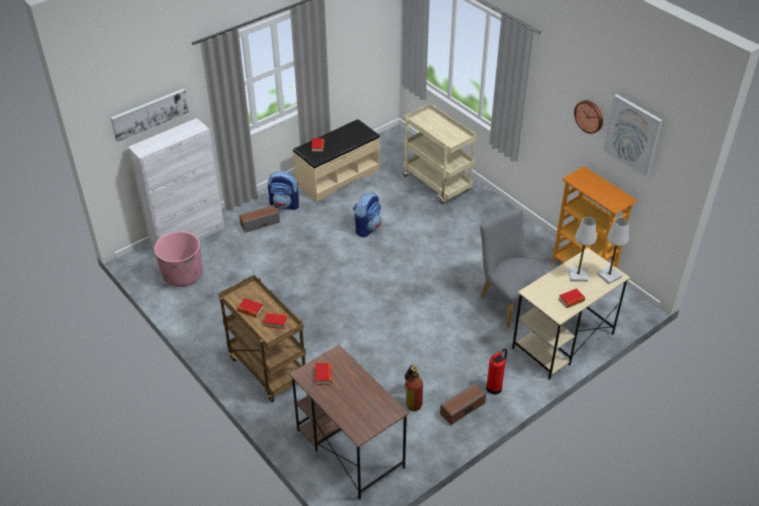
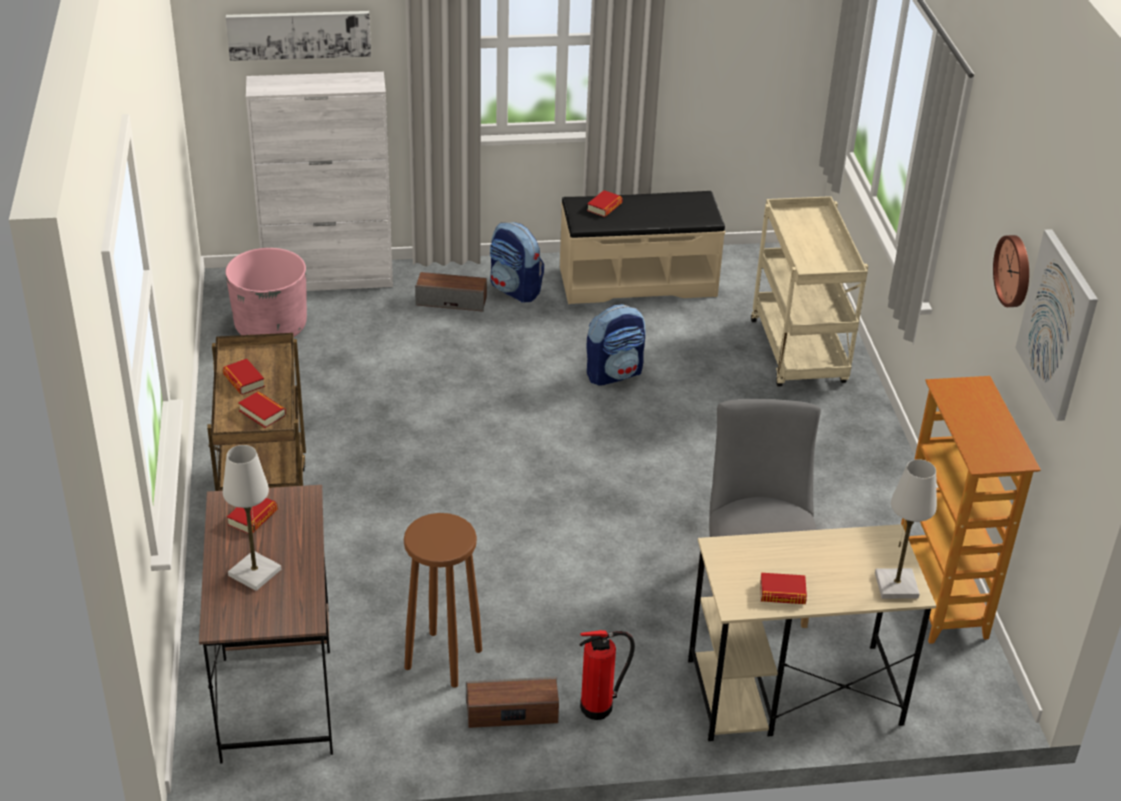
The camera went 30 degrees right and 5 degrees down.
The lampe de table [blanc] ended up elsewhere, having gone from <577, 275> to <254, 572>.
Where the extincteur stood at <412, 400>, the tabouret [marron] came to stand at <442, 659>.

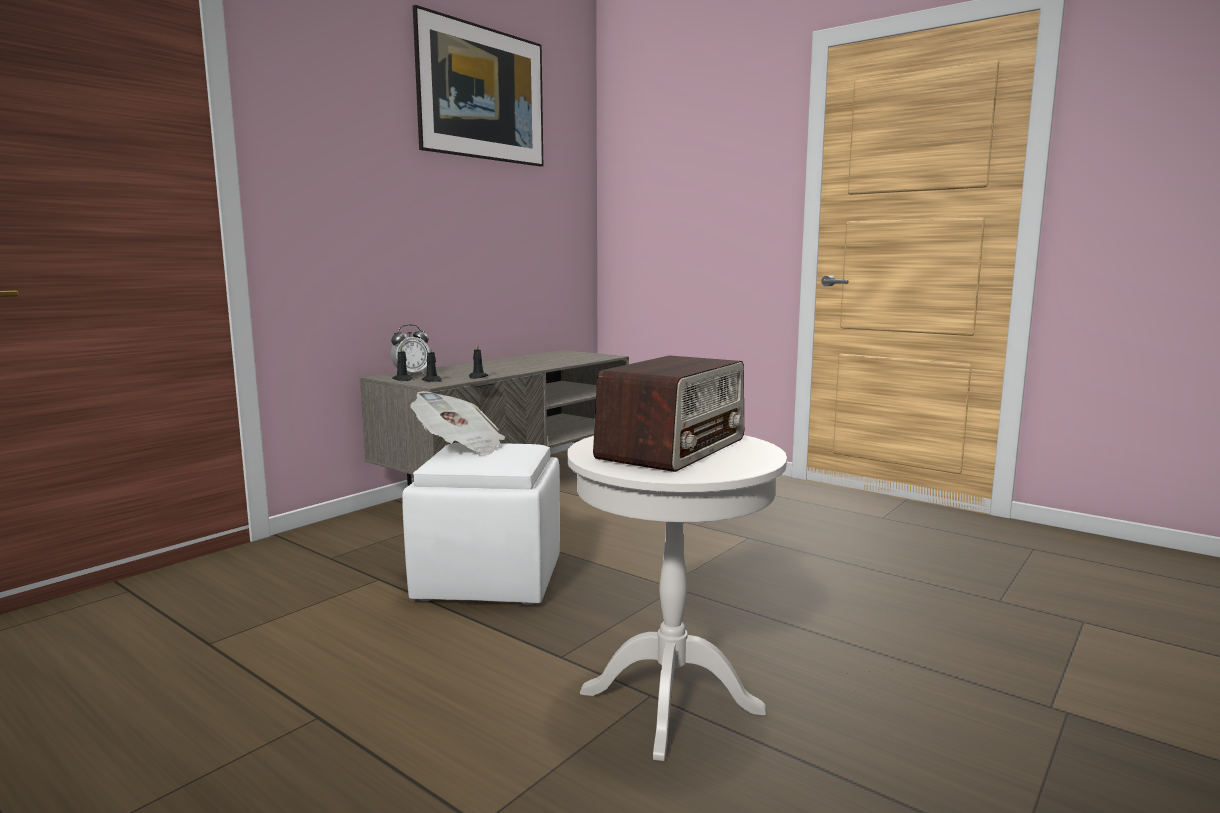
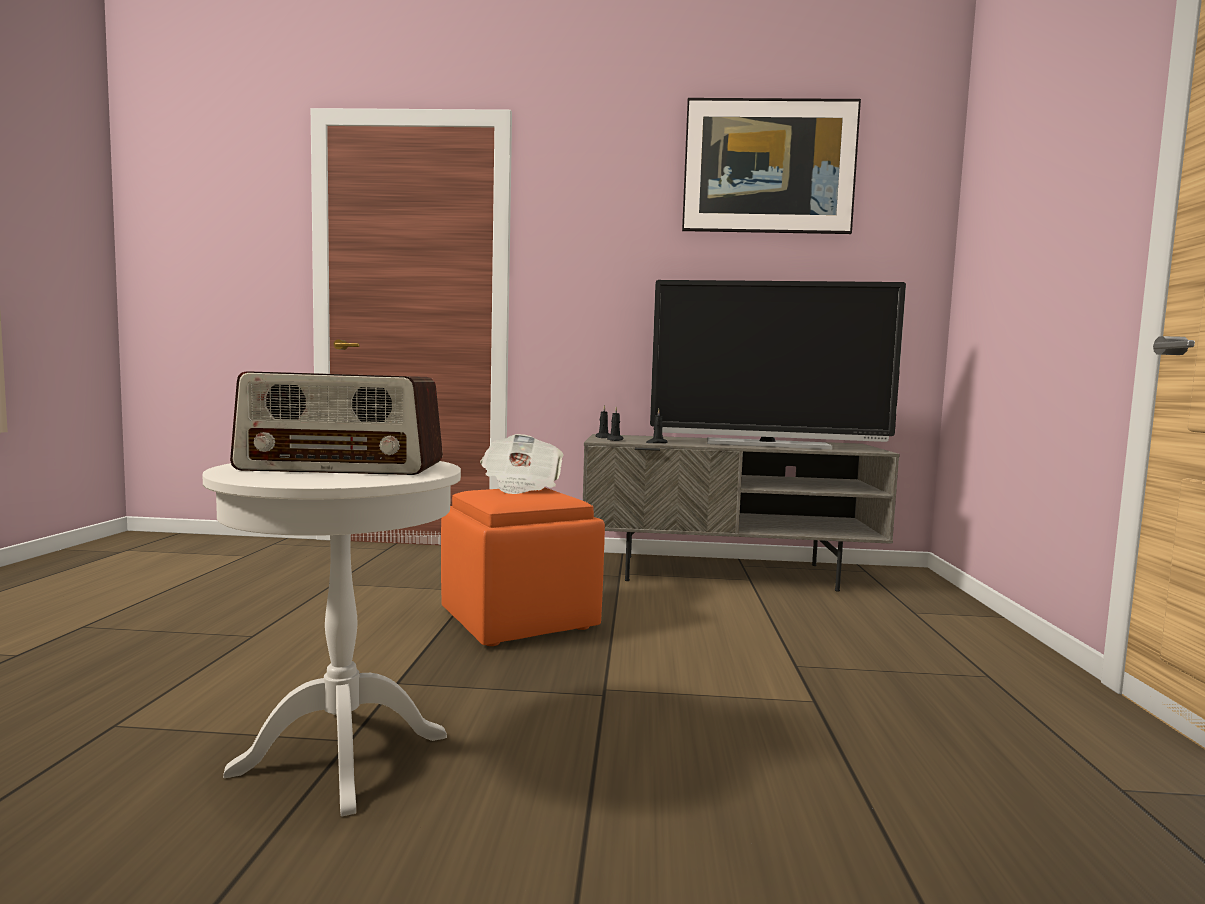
The camera went 55 degrees right and 5 degrees down.
The second view lost the réveil at <411, 374>.
What was the pouf [blanc] at <491, 578> turned into the pouf [orange] at <520, 619>.
The second view gained the téléviseur at <767, 445>.

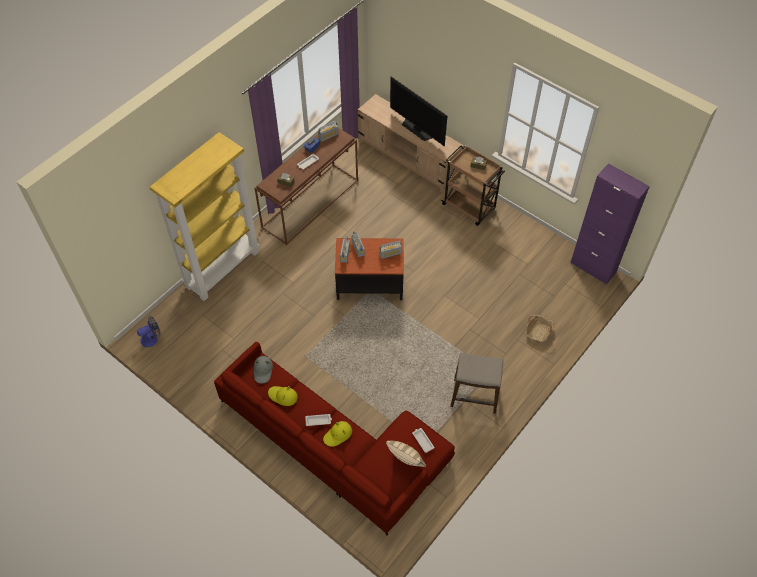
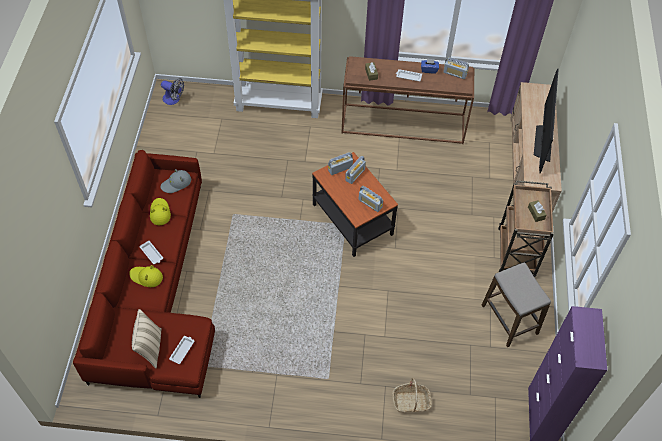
The camera went 55 degrees right and 0 degrees up.
The tabouret ended up elsewhere, having gone from <474, 396> to <509, 320>.

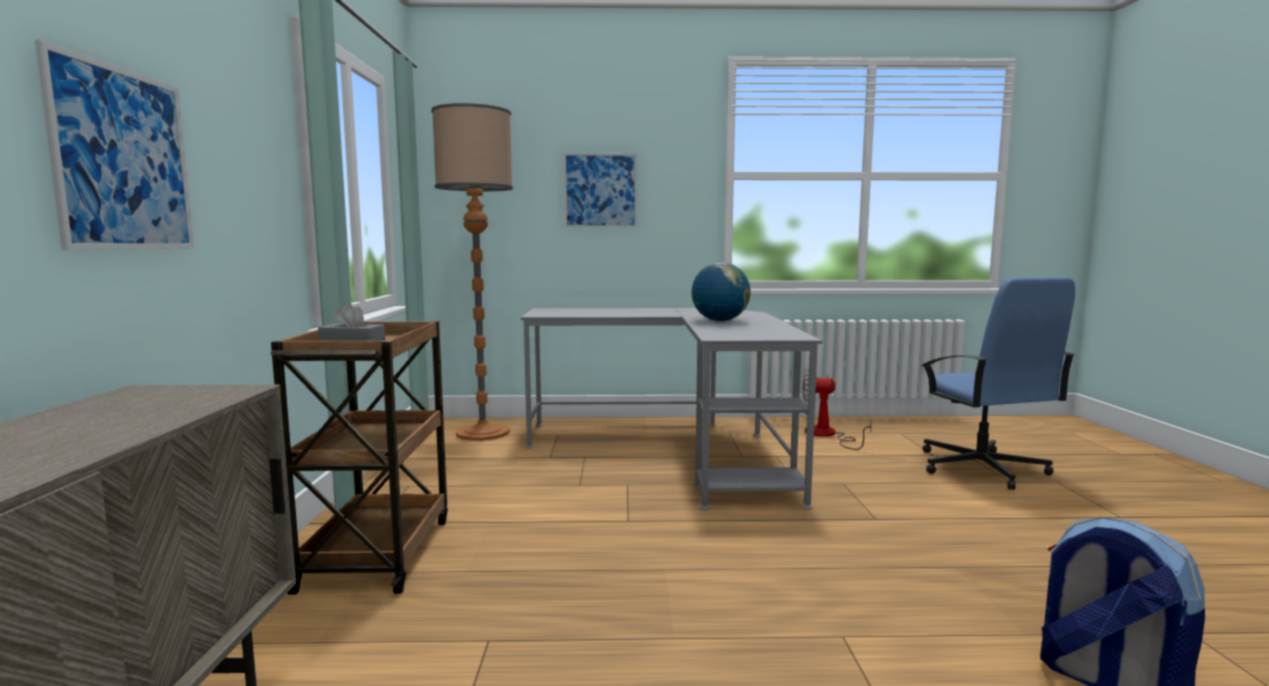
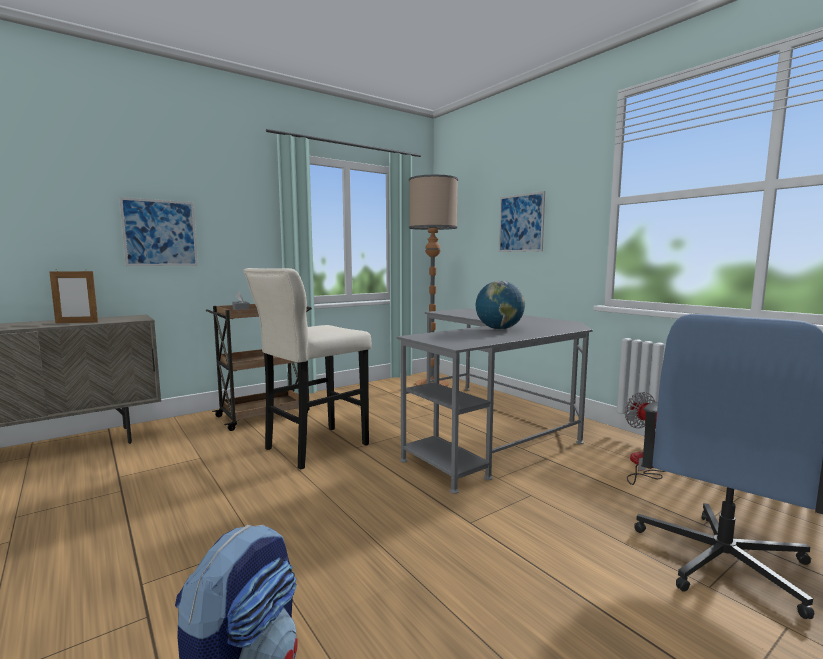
The camera went 55 degrees right and 0 degrees up.
The second view gained the tabouret [beige] at <312, 448>.
The second view gained the cadre photo at <77, 322>.

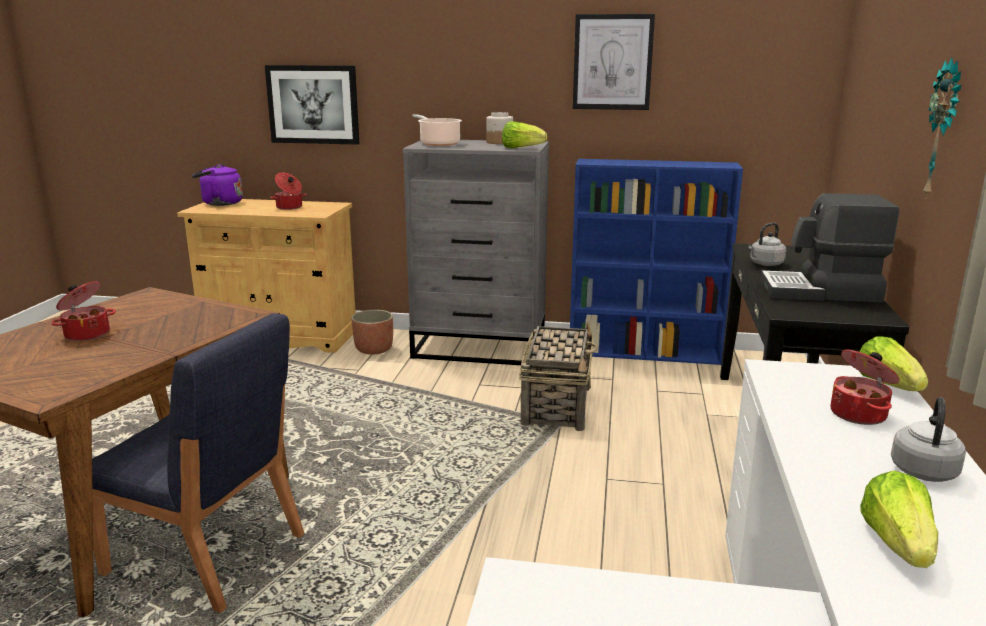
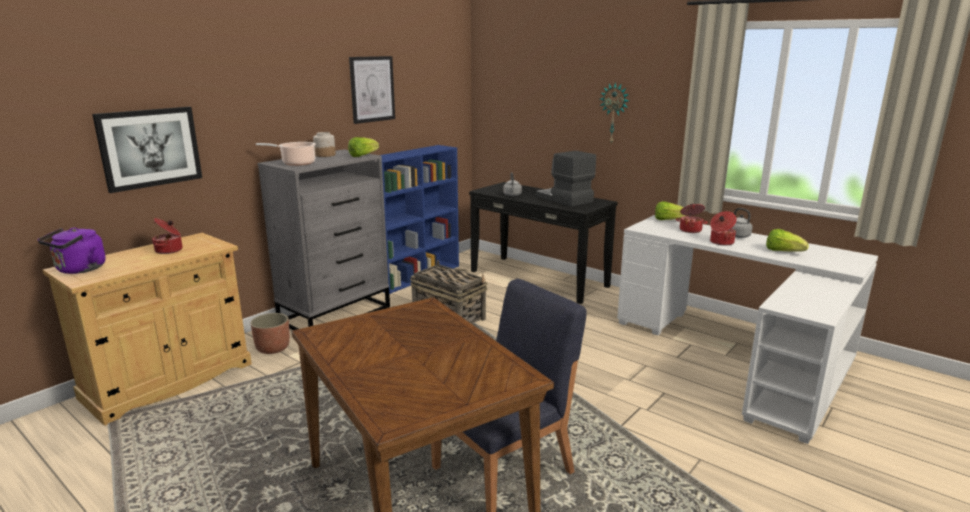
The camera went 60 degrees left and 0 degrees up.
The machine à café at <821, 292> ended up facing another way, 105 degrees clockwise from before.
The marmite ended up elsewhere, having gone from <87, 334> to <721, 242>.

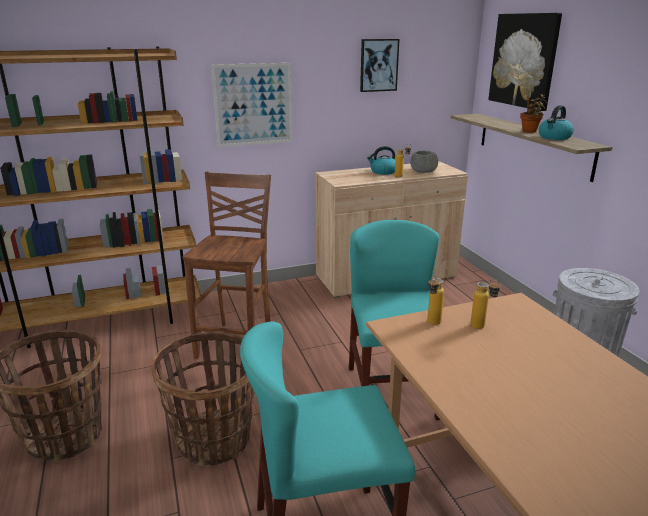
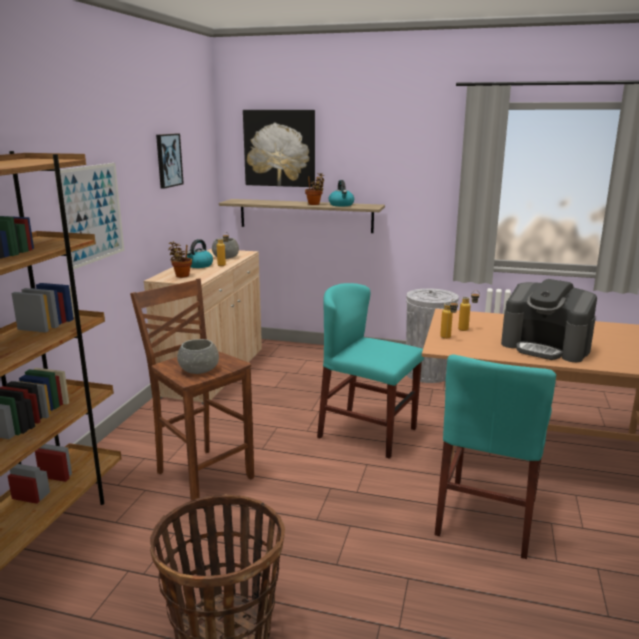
The camera went 55 degrees left and 5 degrees down.
The second view lost the panier at <214, 439>.
The second view gained the plante en pot at <181, 275>.
The second view gained the machine à café at <546, 347>.
The second view gained the bol [gris] at <199, 369>.

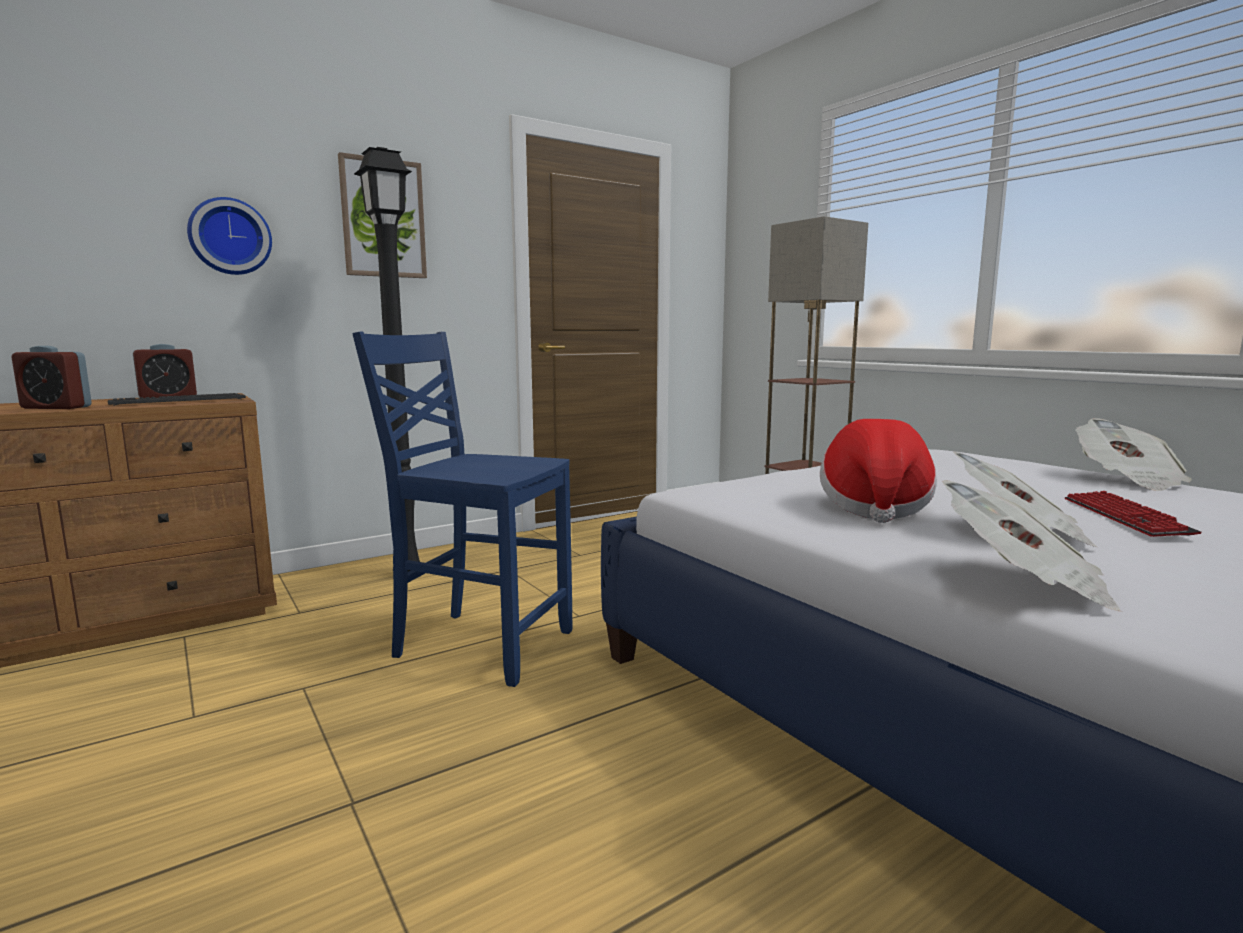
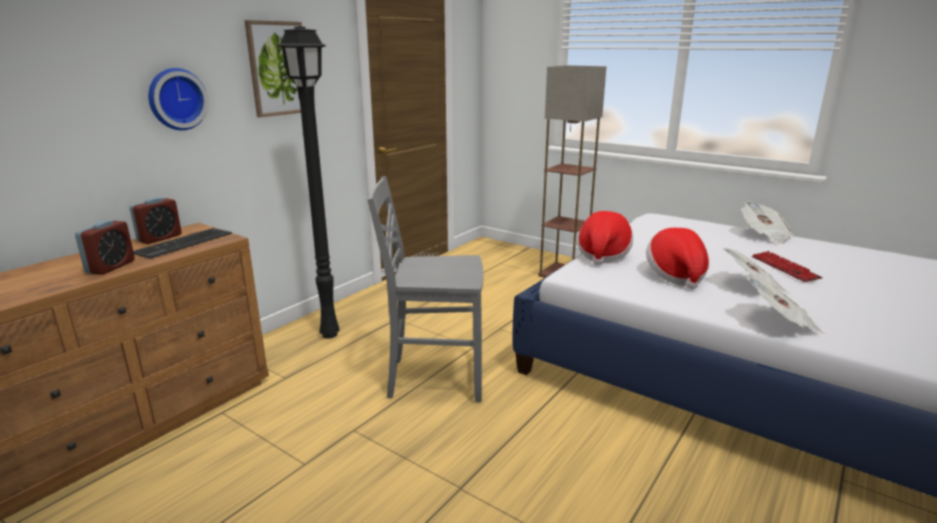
The camera went 20 degrees left and 10 degrees up.
What was the chaise [bleu] at <480, 644> turned into the chaise [gris] at <433, 378>.
The réveil at <56, 407> ended up facing another way, 60 degrees counterclockwise from before.
The second view gained the chapeau at <603, 255>.

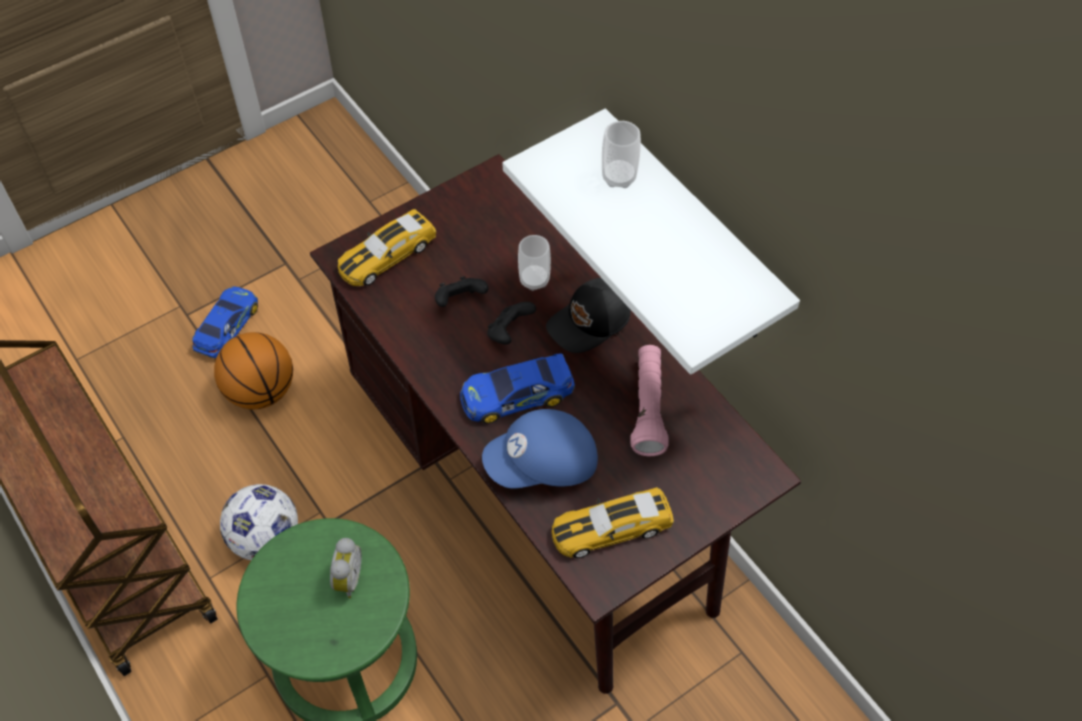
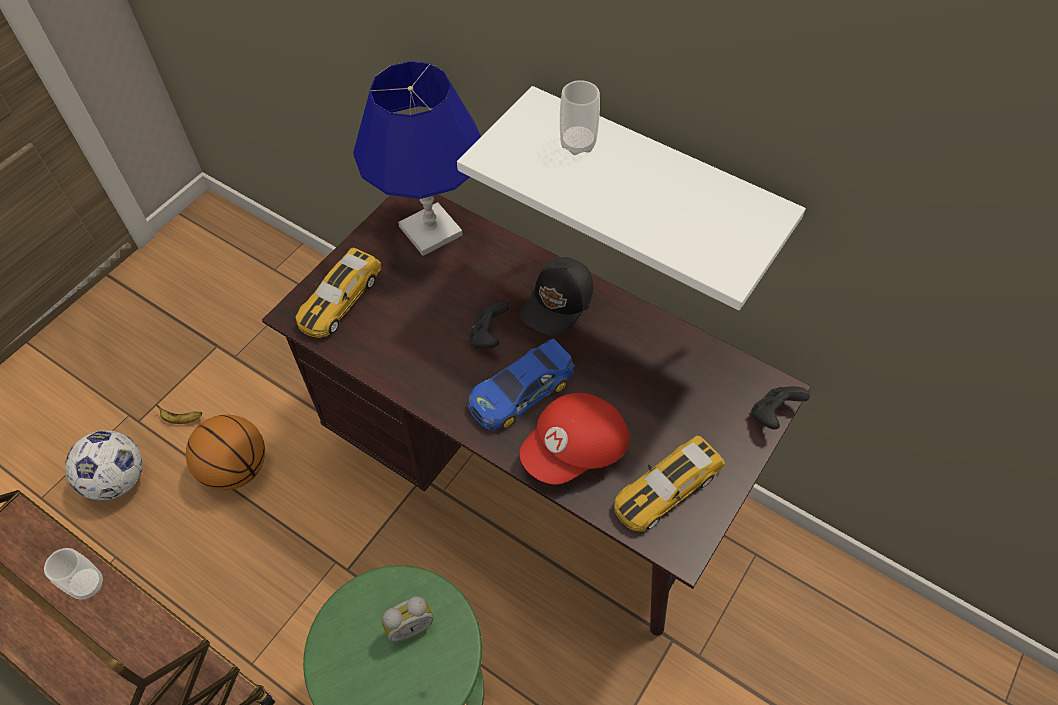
The camera went 20 degrees left and 0 degrees up.
The tasse ended up elsewhere, having gone from <534, 280> to <88, 585>.
The manette [noir] ended up elsewhere, having gone from <460, 301> to <773, 414>.
Where the petite voiture stood at <227, 326>, the banane came to stand at <181, 419>.
The second view lost the lampe de poche [rose] at <648, 407>.
What was the casquette [bleu] at <543, 465> turned into the casquette [rouge] at <576, 450>.
The ballon de foot ended up elsewhere, having gone from <265, 539> to <117, 480>.
The réveil at <346, 579> ended up facing another way, 75 degrees clockwise from before.
The second view gained the lampe de table [bleu] at <431, 230>.

